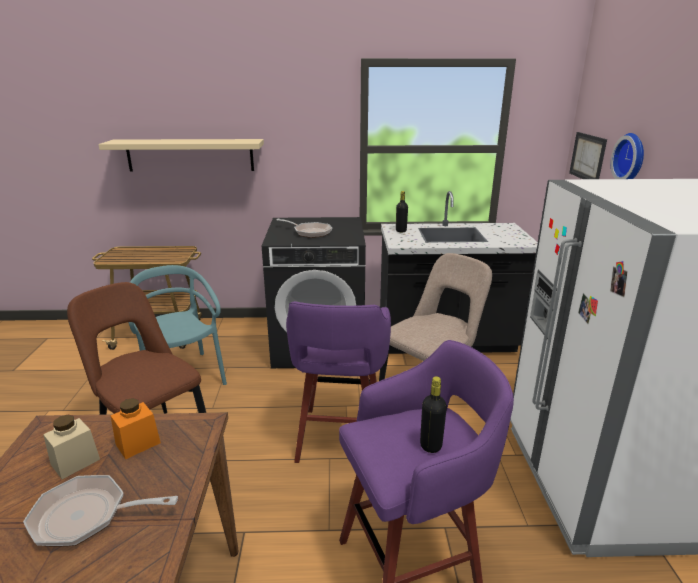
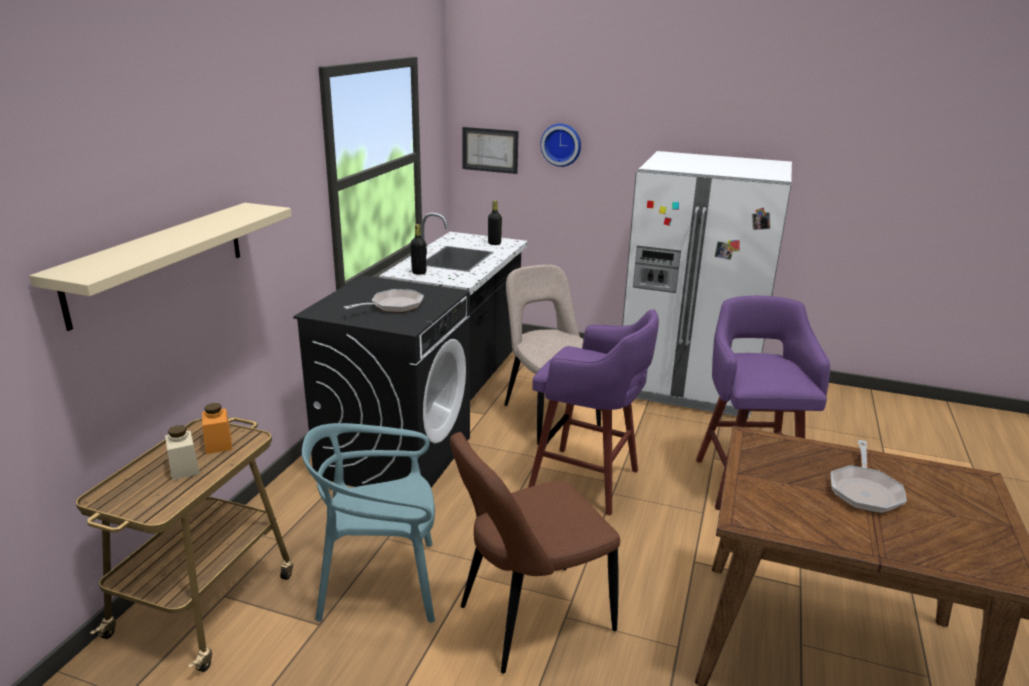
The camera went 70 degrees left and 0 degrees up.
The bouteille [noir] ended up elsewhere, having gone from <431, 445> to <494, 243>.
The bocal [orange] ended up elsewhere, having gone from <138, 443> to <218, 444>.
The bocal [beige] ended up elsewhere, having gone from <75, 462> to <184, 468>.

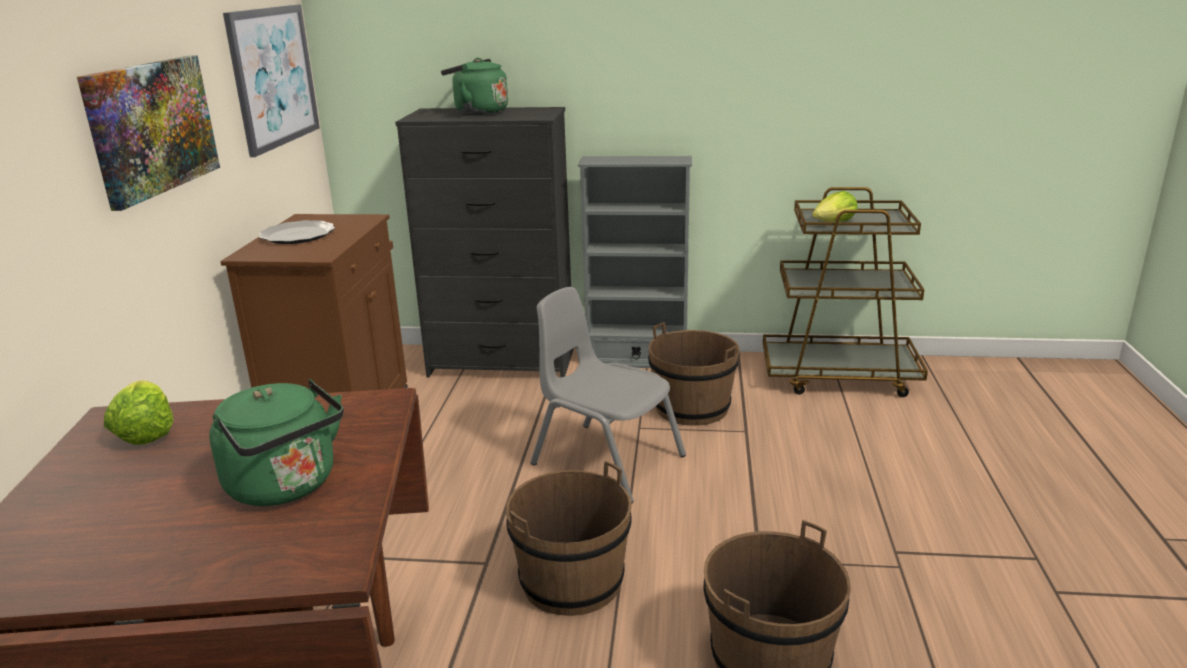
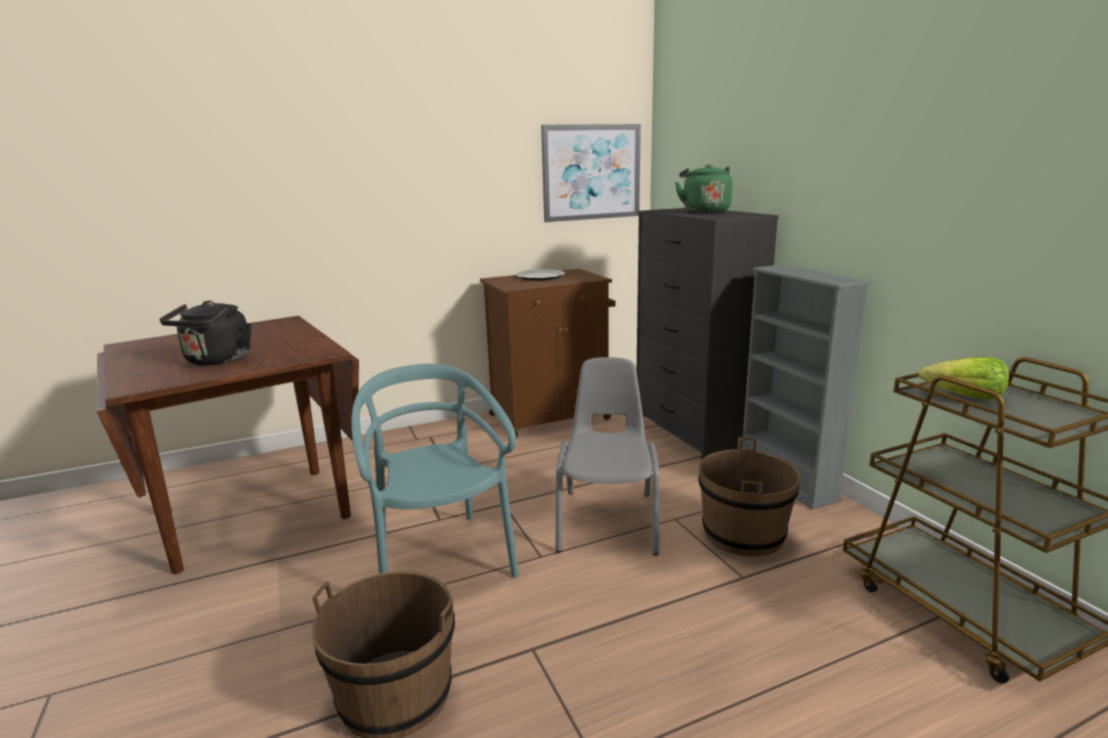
The camera went 60 degrees right and 5 degrees down.
The second view lost the tableau at <152, 127>.
What was the bouilloire [vert] at <287, 486> turned into the bouilloire [noir] at <216, 361>.
The second view lost the laitue at <145, 432>.
Where the seau [marron] stood at <571, 581>, the chaise [turquoise] came to stand at <440, 559>.

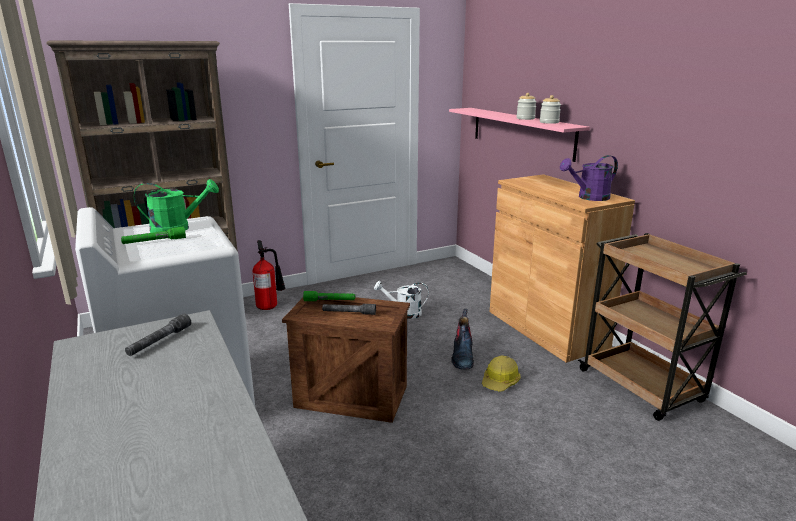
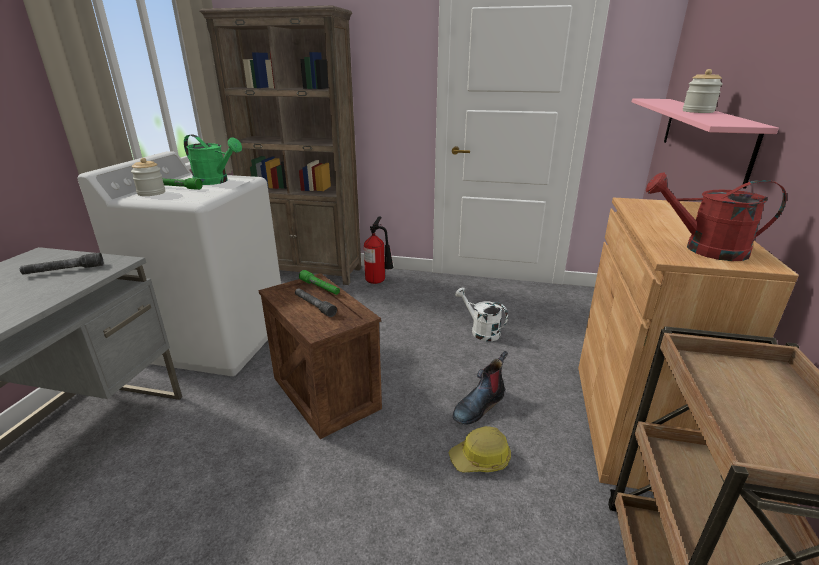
The camera went 40 degrees right and 5 degrees up.
The bocal ended up elsewhere, having gone from <549, 122> to <151, 193>.
What was the arrosoir [violet] at <589, 198> turned into the arrosoir [rouge] at <704, 249>.

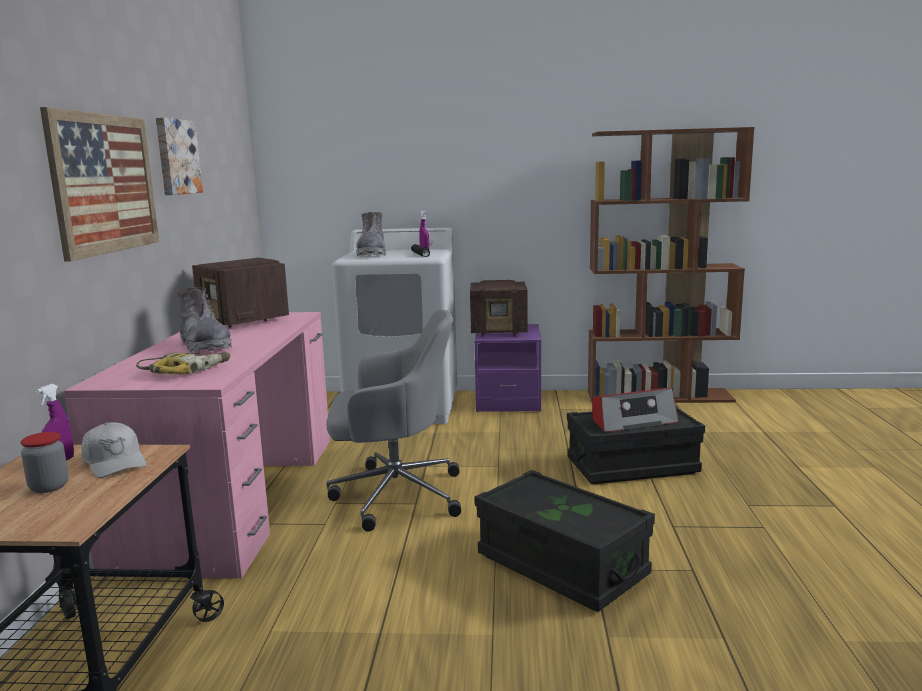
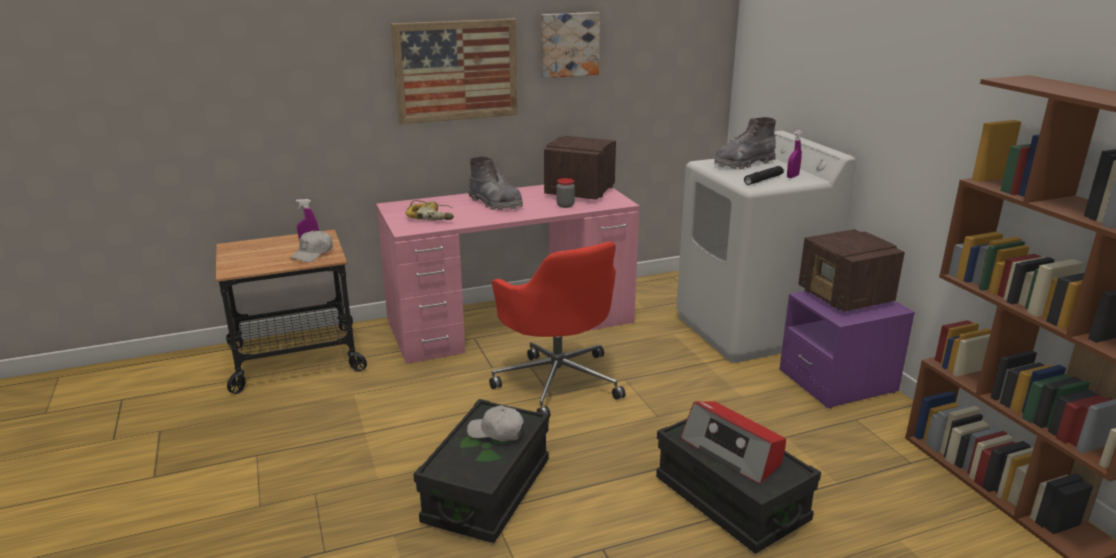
The camera went 65 degrees right and 10 degrees up.
The botte [gris] at <205, 346> ended up facing another way, 75 degrees counterclockwise from before.
What was the chaise de bureau [gris] at <394, 495> turned into the chaise de bureau [rouge] at <558, 381>.
The bocal ended up elsewhere, having gone from <49, 487> to <565, 205>.
The second view gained the casquette [blanc] at <496, 432>.

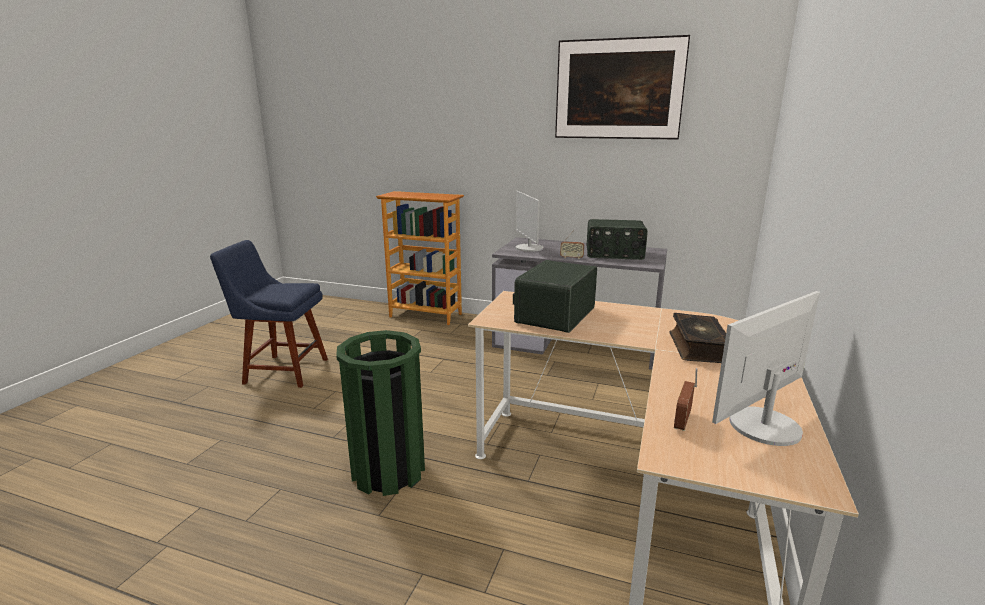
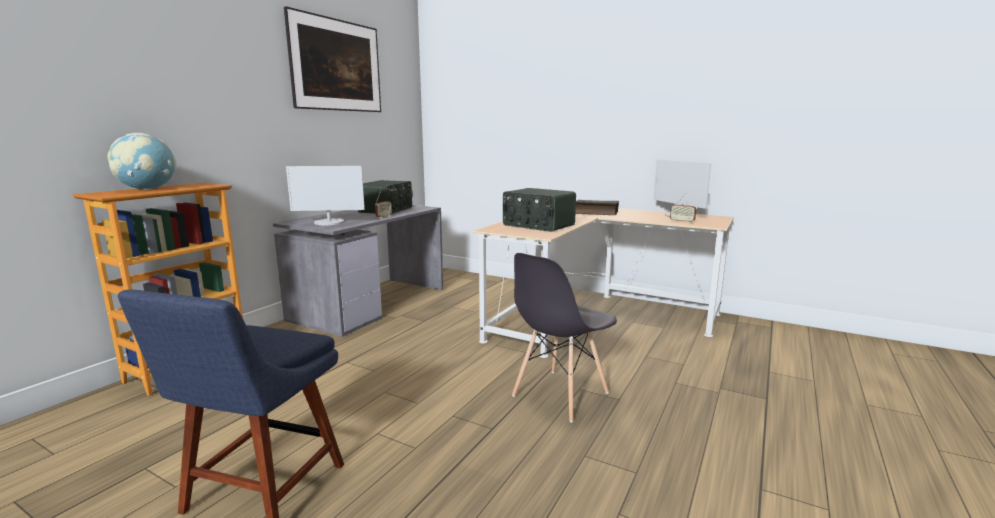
The camera went 80 degrees left and 5 degrees down.
Where the poubelle [vert] stood at <388, 471>, the chaise [gris] came to stand at <559, 395>.
The second view gained the globe at <147, 189>.

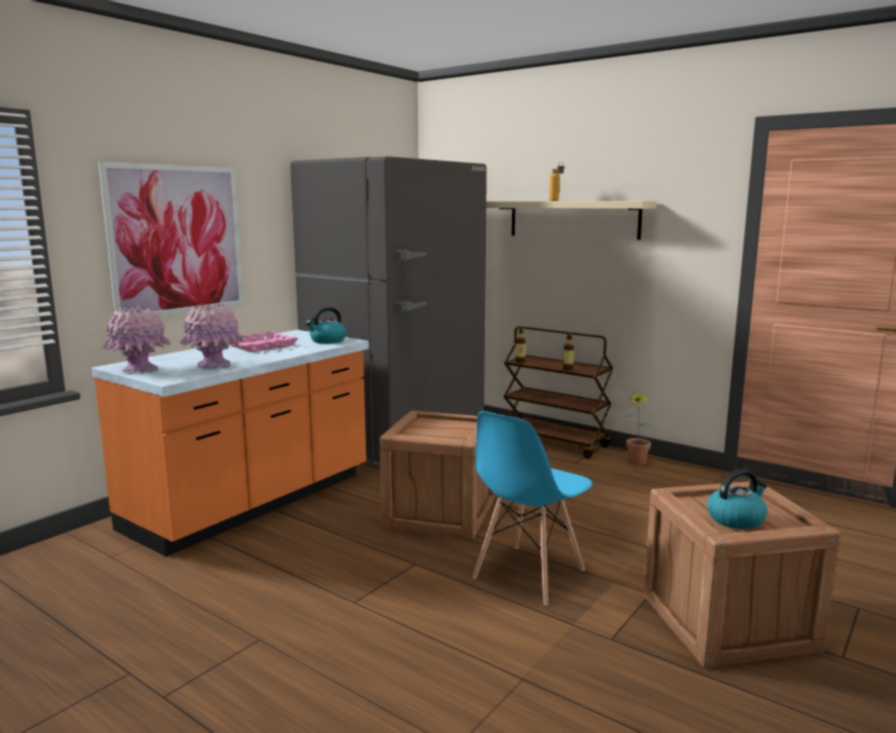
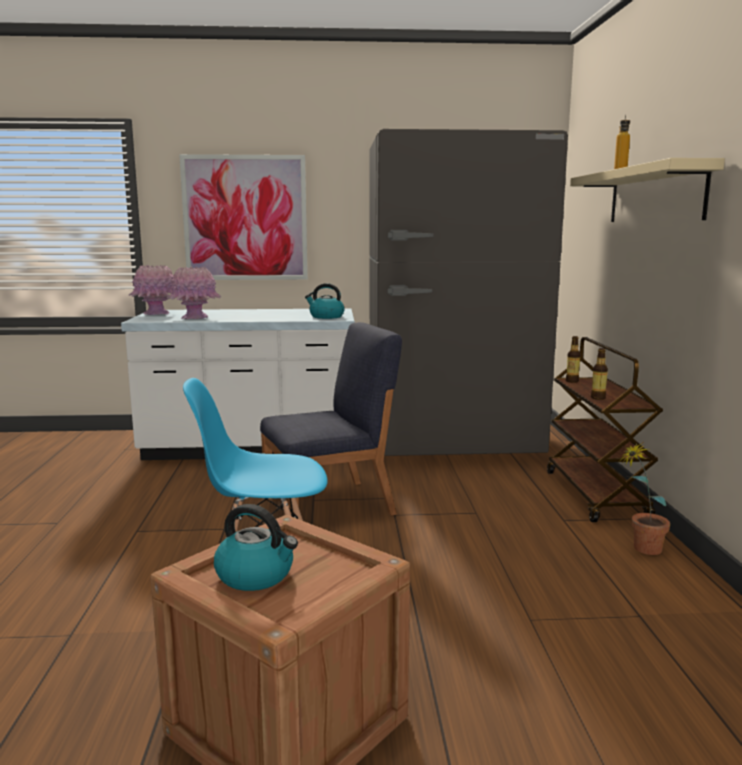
The camera went 50 degrees right and 0 degrees up.
What was the comptoir de cuisine [orange] at <252, 502> turned into the comptoir de cuisine [blanc] at <251, 448>.
The second view lost the plateau [rose] at <260, 346>.
Where the caisse stood at <440, 514>, the chaise [bleu] came to stand at <331, 506>.

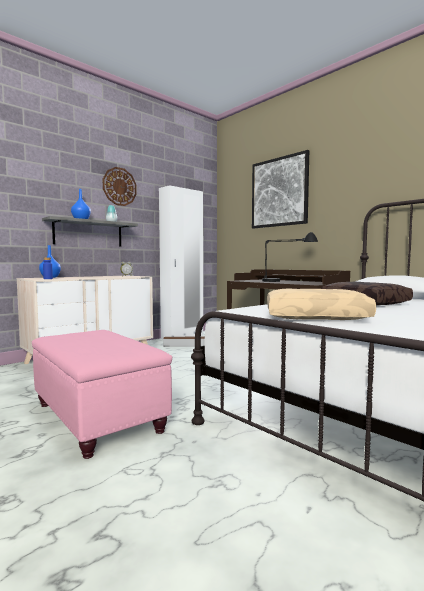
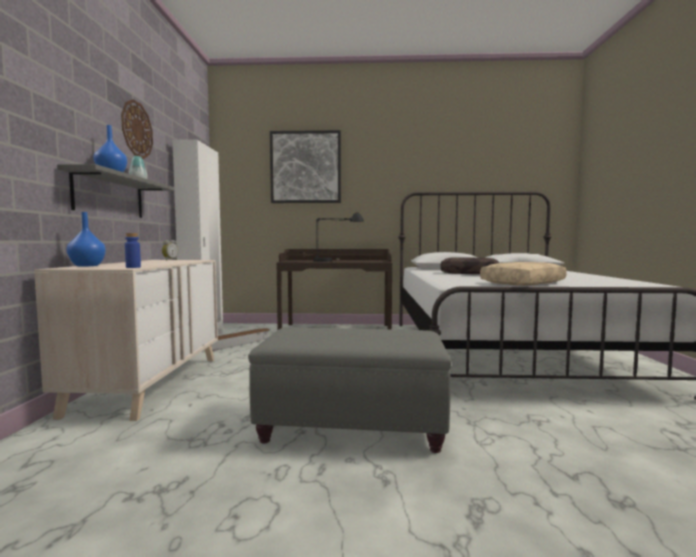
The camera went 45 degrees left and 0 degrees up.
What was the pouf [rose] at <98, 417> turned into the pouf [gris] at <353, 426>.

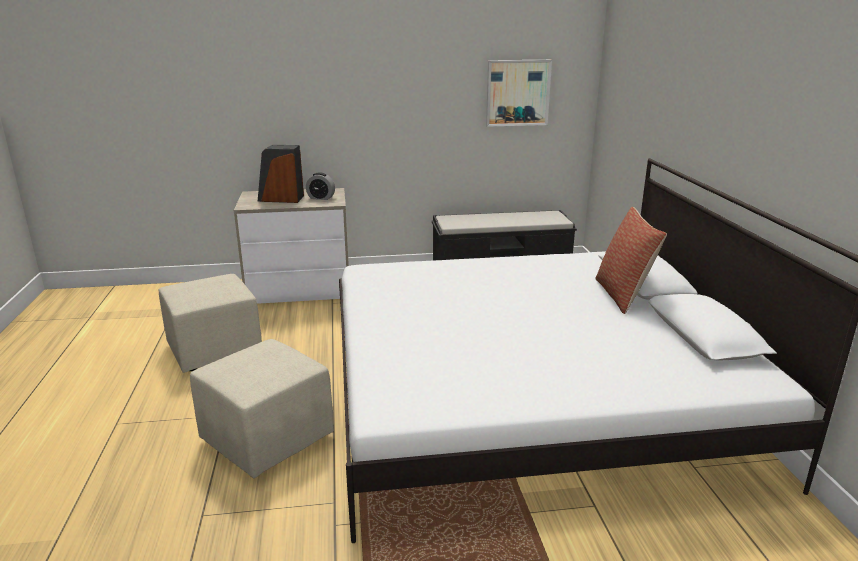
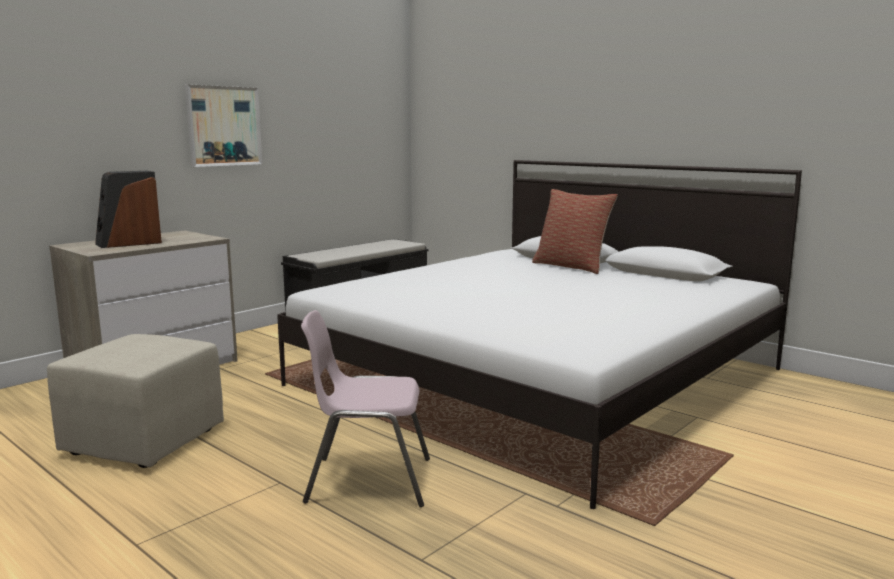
The camera went 40 degrees left and 10 degrees down.
The tableau ended up elsewhere, having gone from <517, 93> to <224, 126>.
The second view lost the réveil at <321, 198>.
Where the pouf [beige] stood at <268, 438>, the chaise [rose] came to stand at <367, 480>.

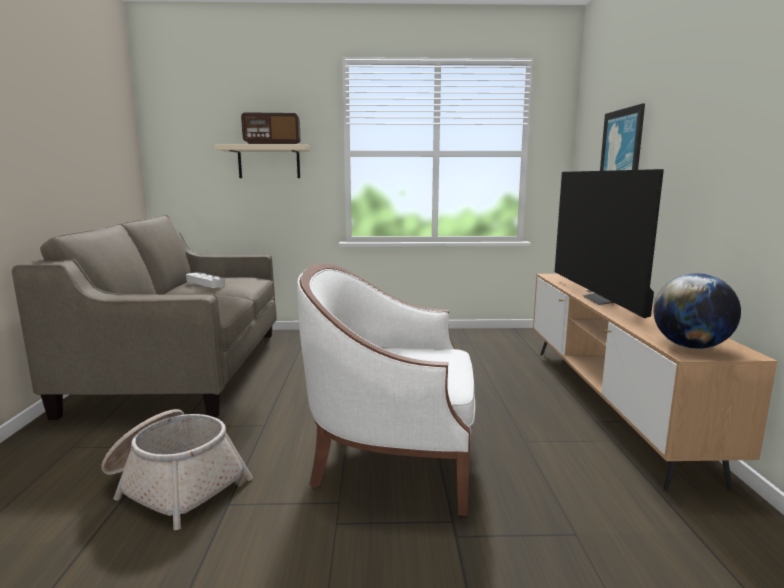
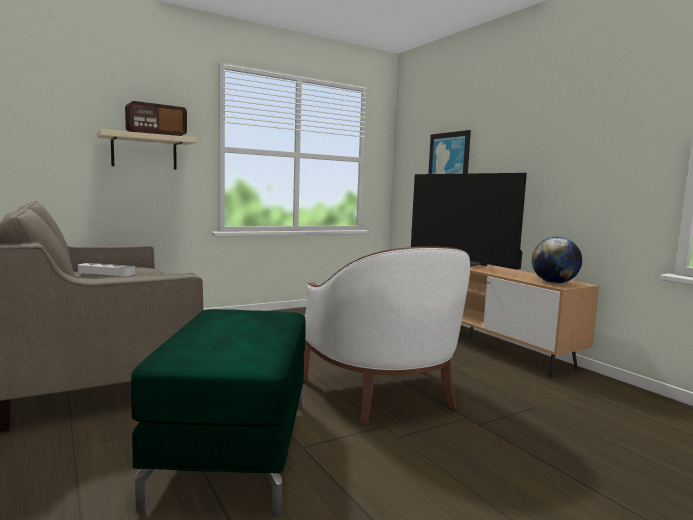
The camera went 30 degrees left and 5 degrees down.
The fauteuil [blanc] at <393, 457> ended up facing another way, 90 degrees counterclockwise from before.
Where the panier stood at <174, 484>, the pouf [vert] came to stand at <234, 446>.

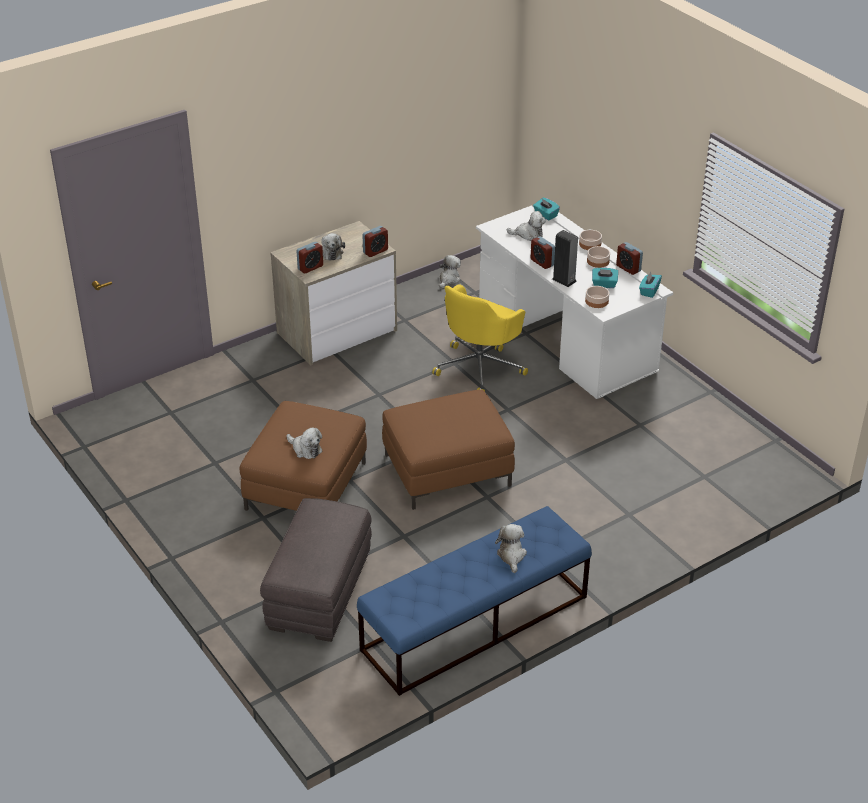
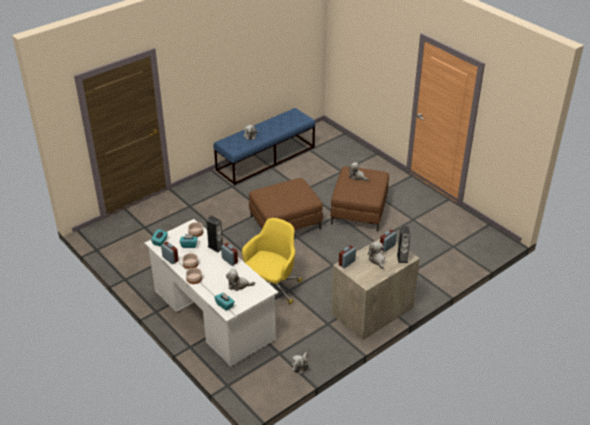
The camera went 175 degrees right and 0 degrees up.
The second view lost the pouf [gris] at <319, 591>.
The second view gained the enceinte at <402, 258>.

